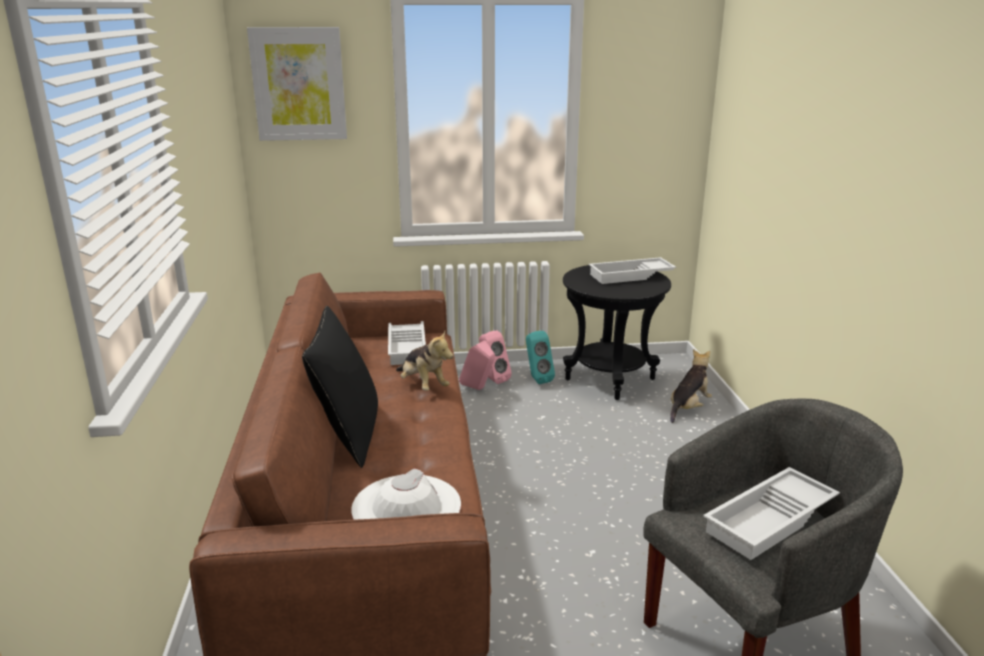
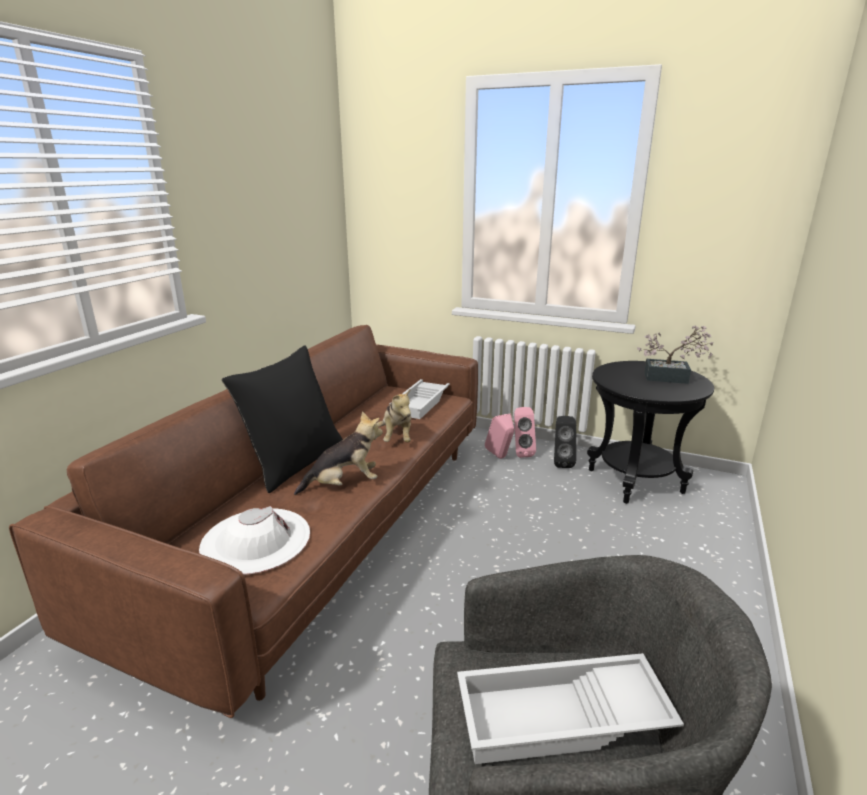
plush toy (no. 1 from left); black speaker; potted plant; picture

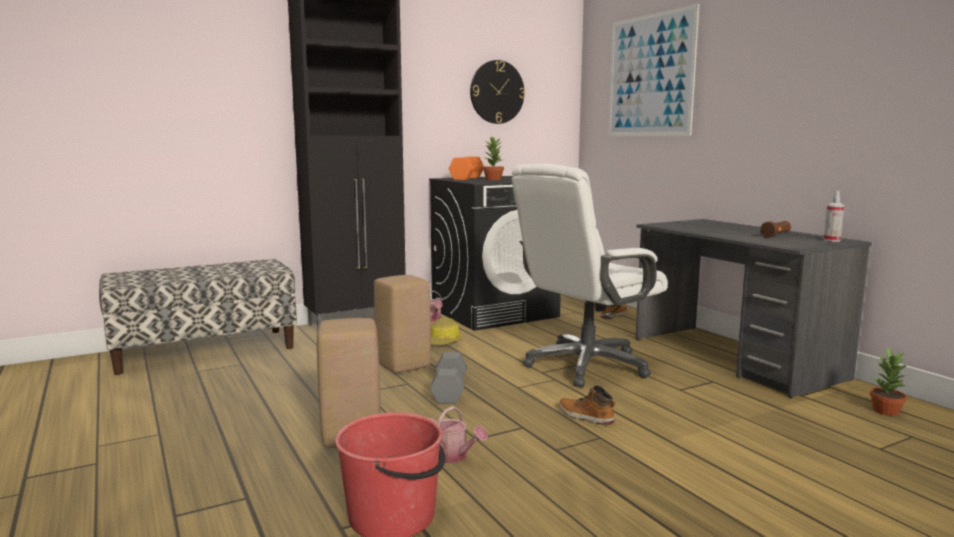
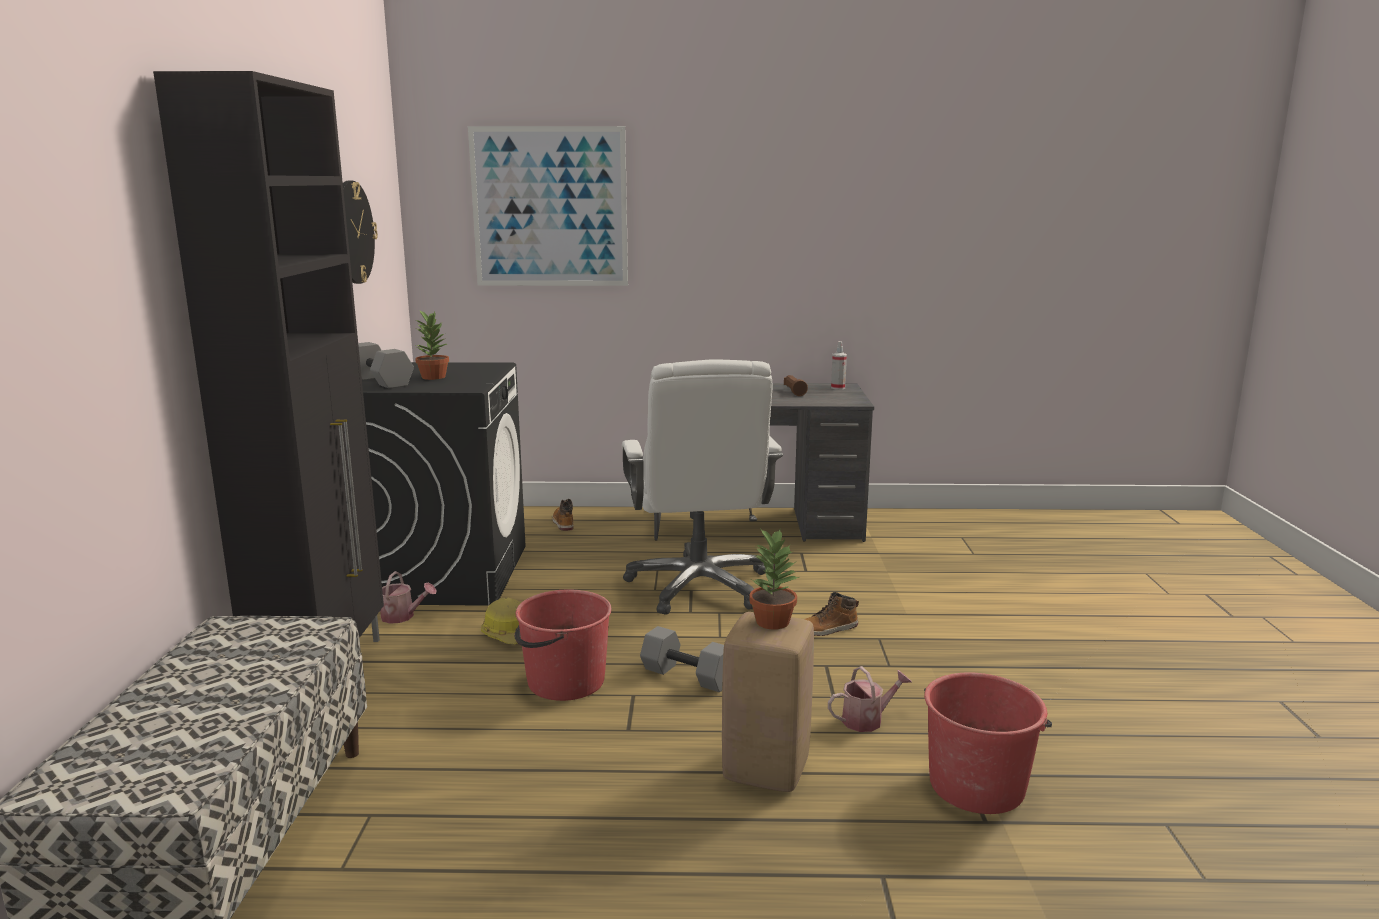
grey dumbbell (no. 1 from left); red bucket (no. 1 from left); potted plant (no. 2 from left)

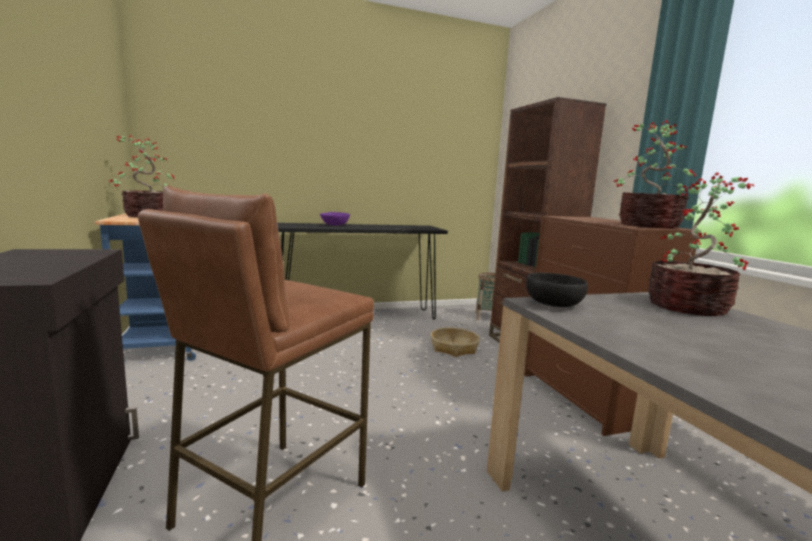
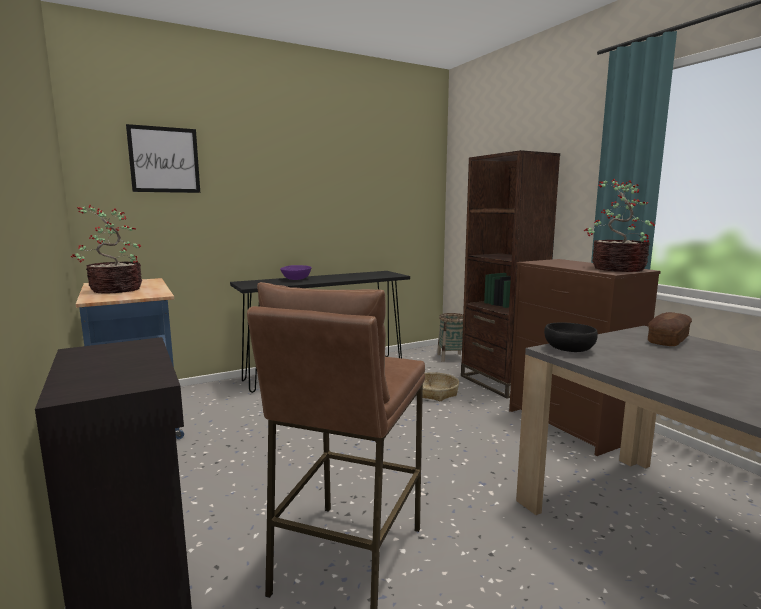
picture; bread

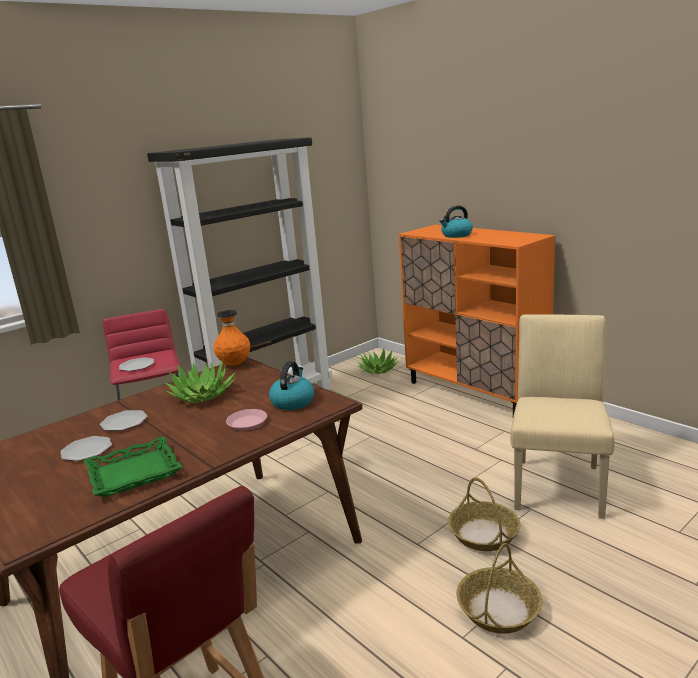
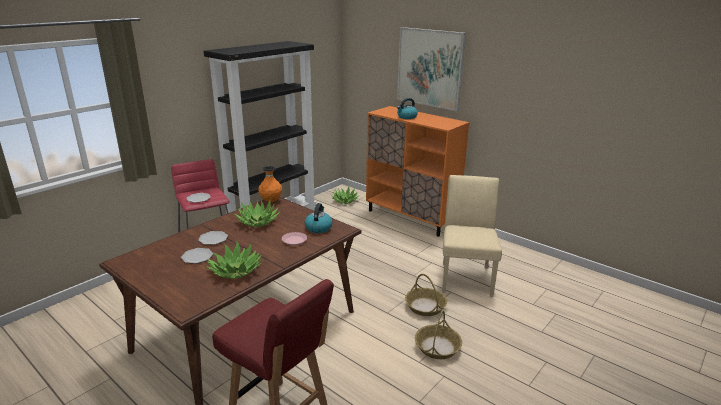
potted plant (no. 1 from left); picture

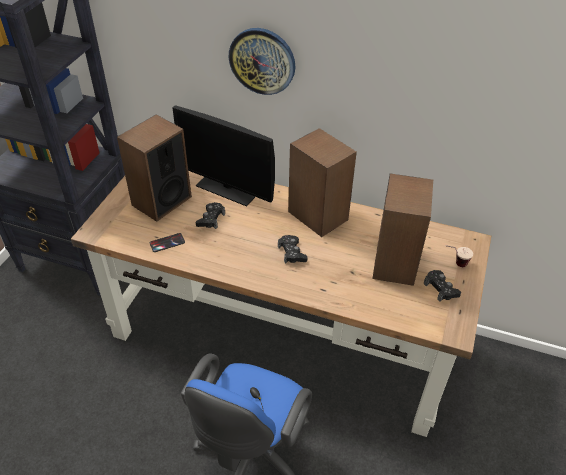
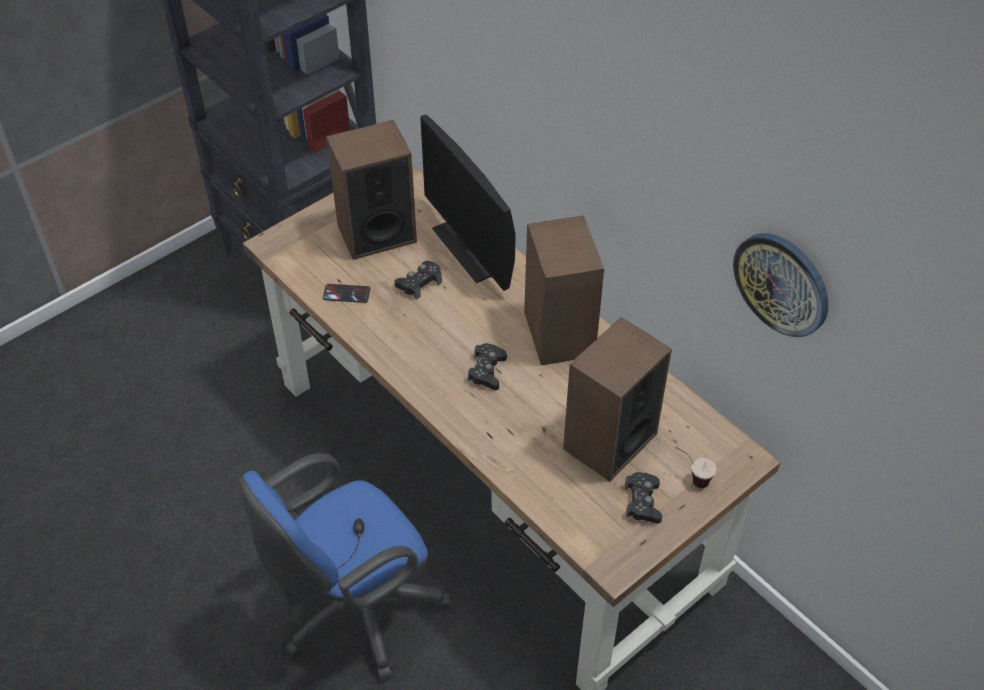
wall clock

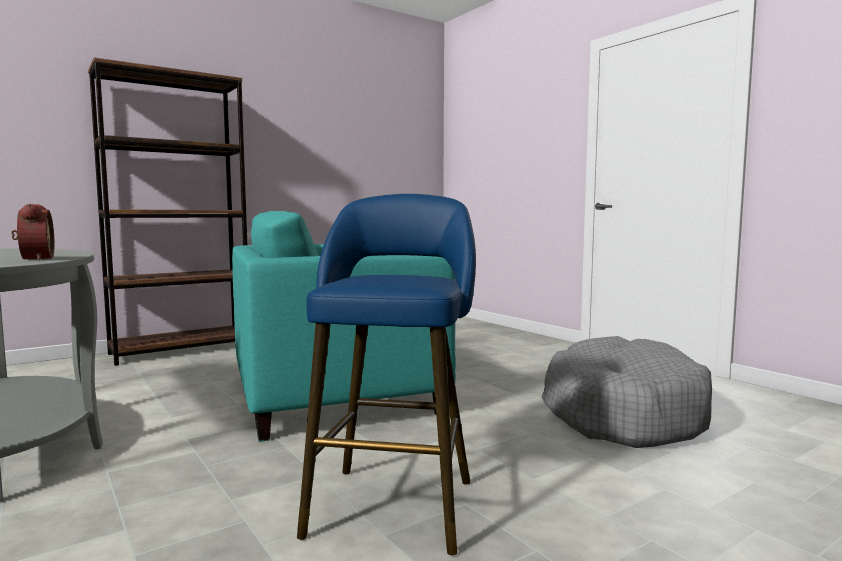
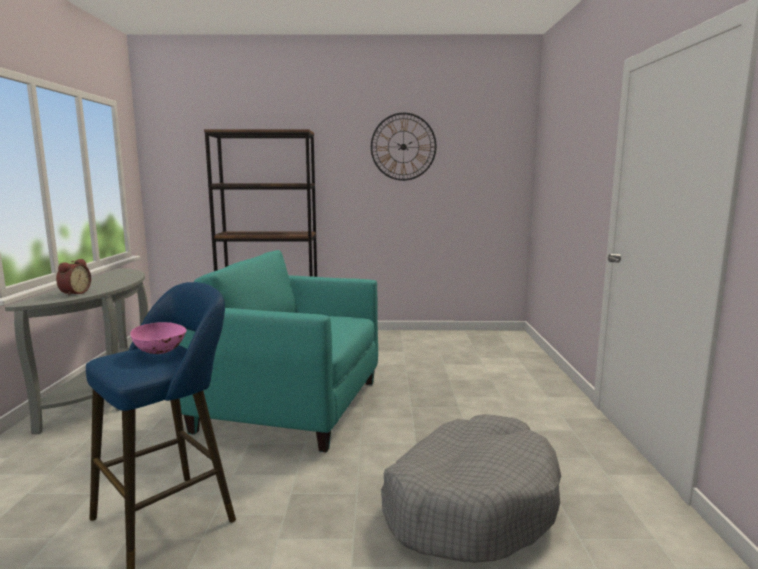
pink bowl; wall clock

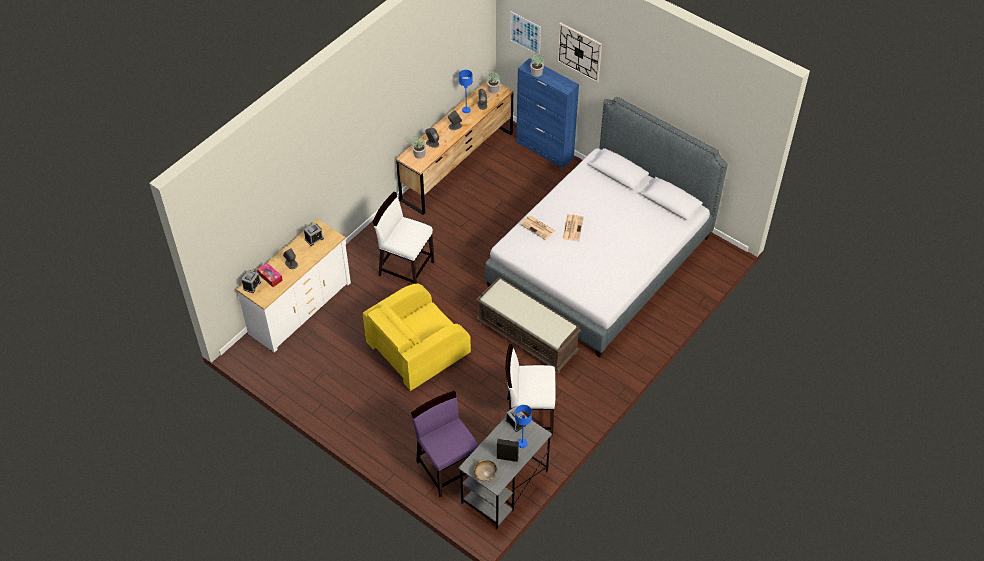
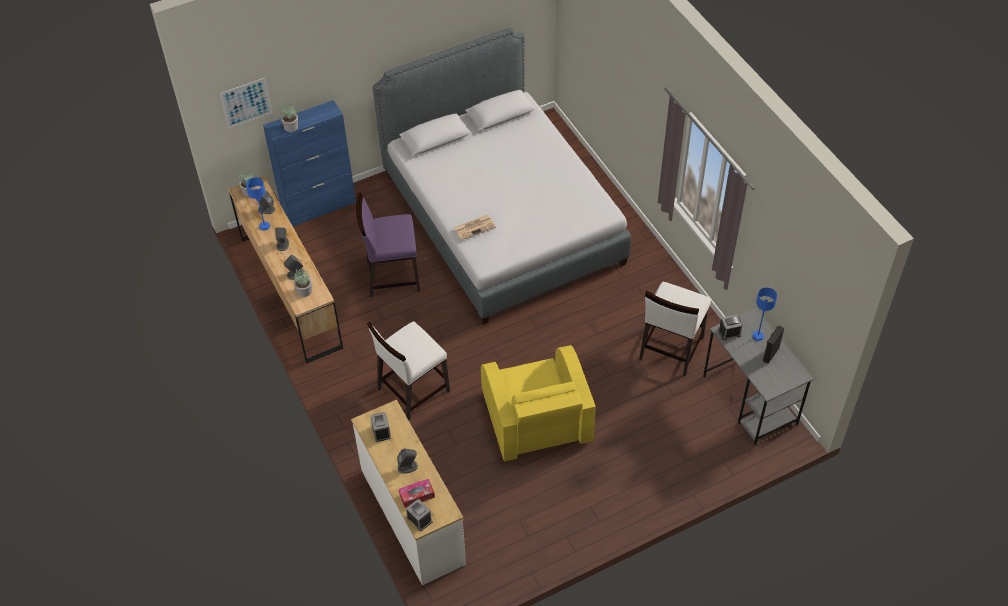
purple chair; beige bowl; brown bench; wall clock; newspaper (no. 2 from left in the first image)

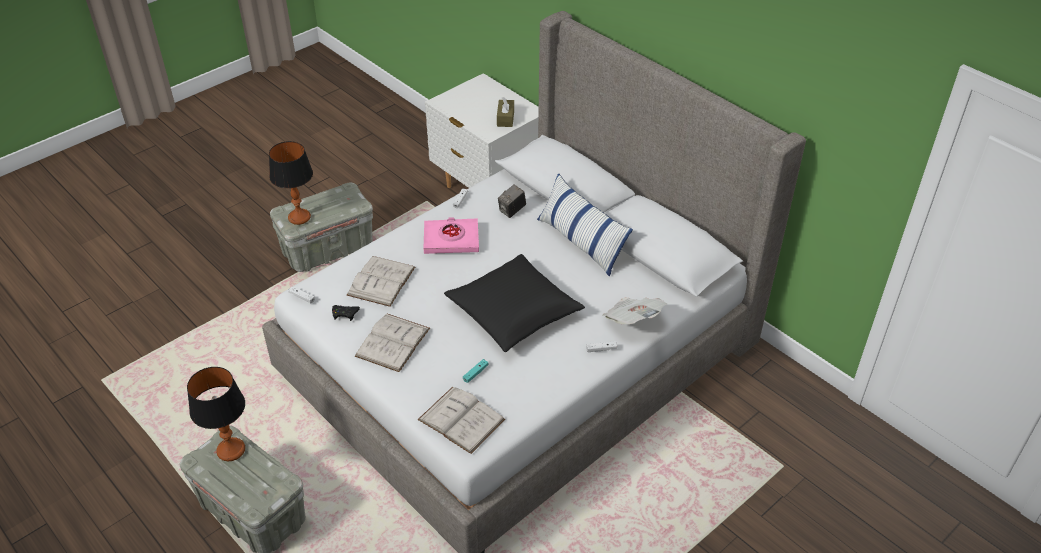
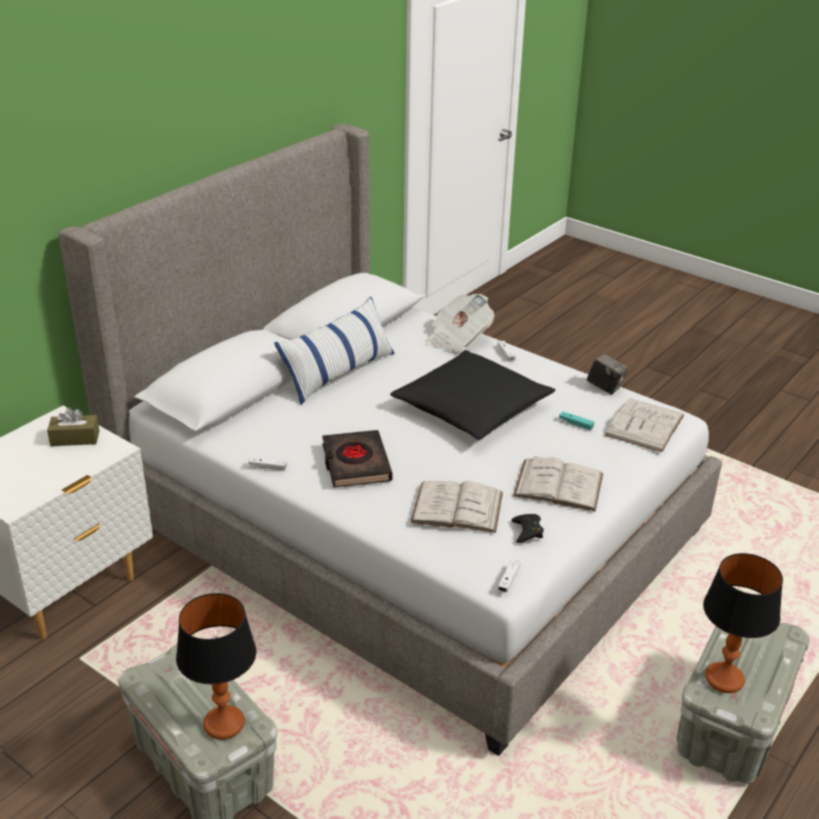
black book; photo camera

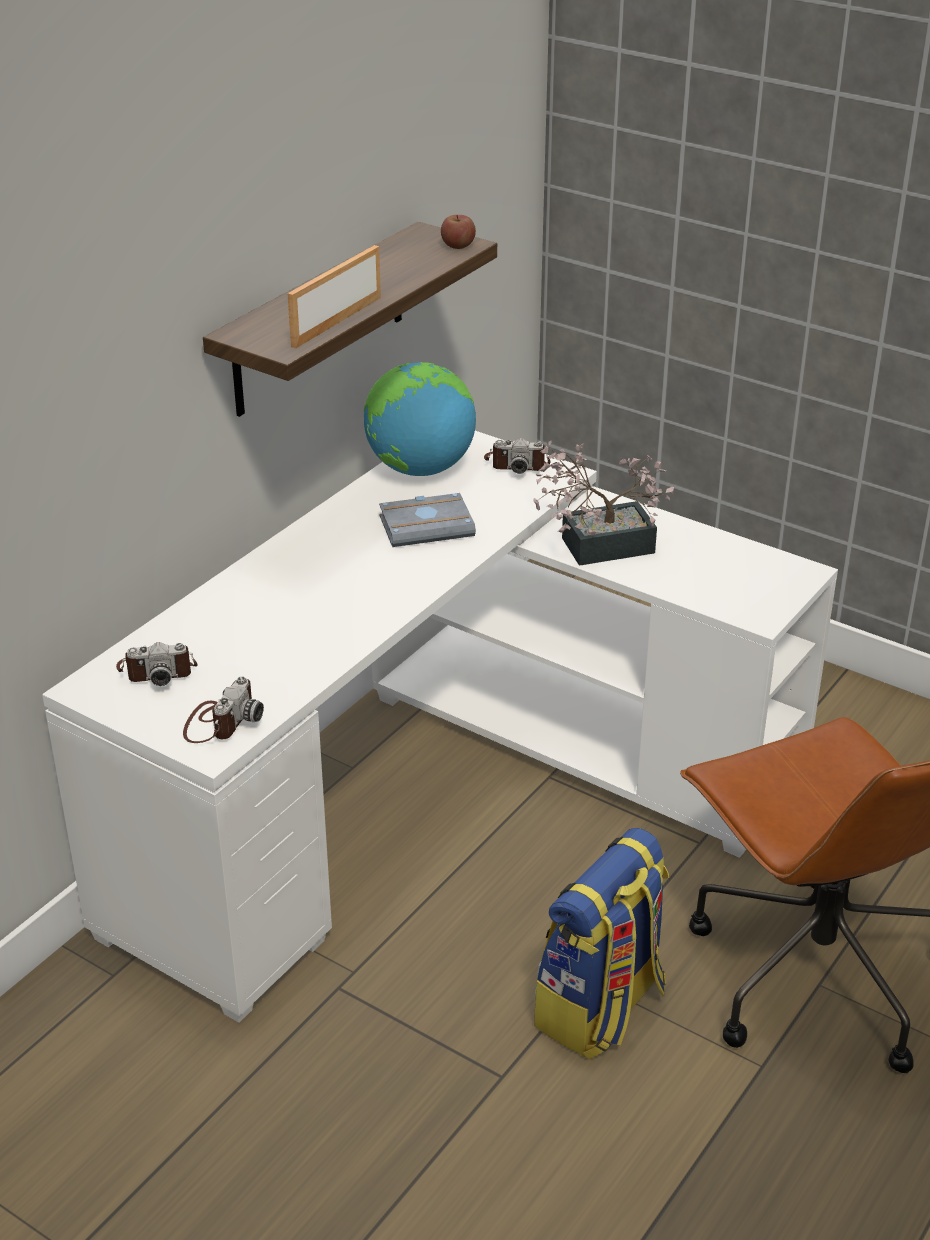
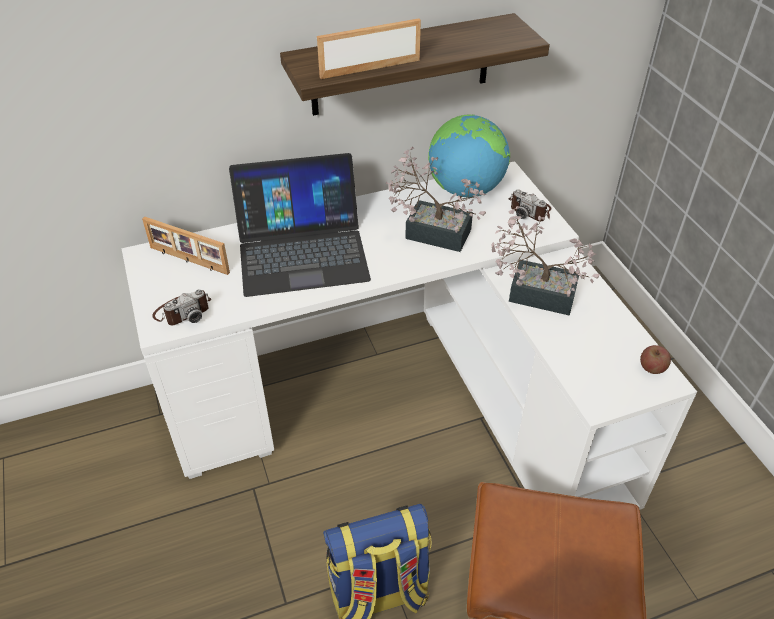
picture frame (no. 1 from left); laptop; potted plant (no. 1 from left); apple

